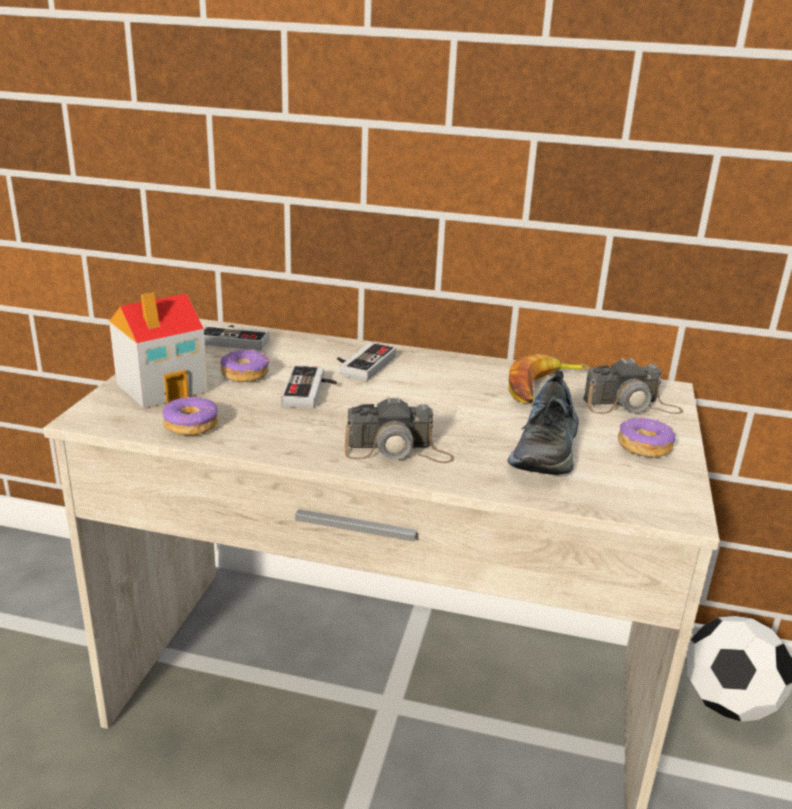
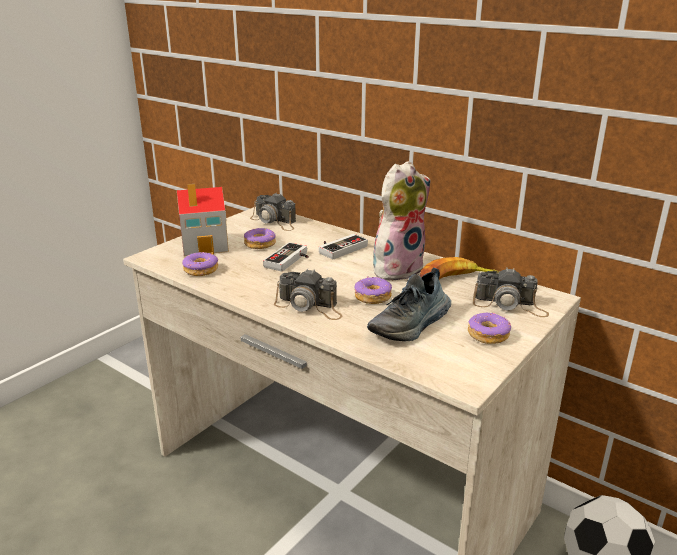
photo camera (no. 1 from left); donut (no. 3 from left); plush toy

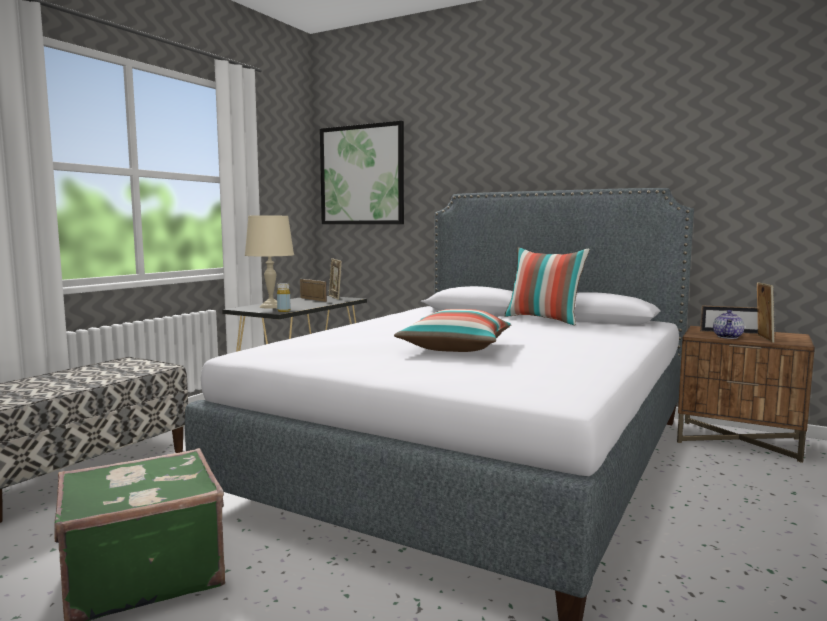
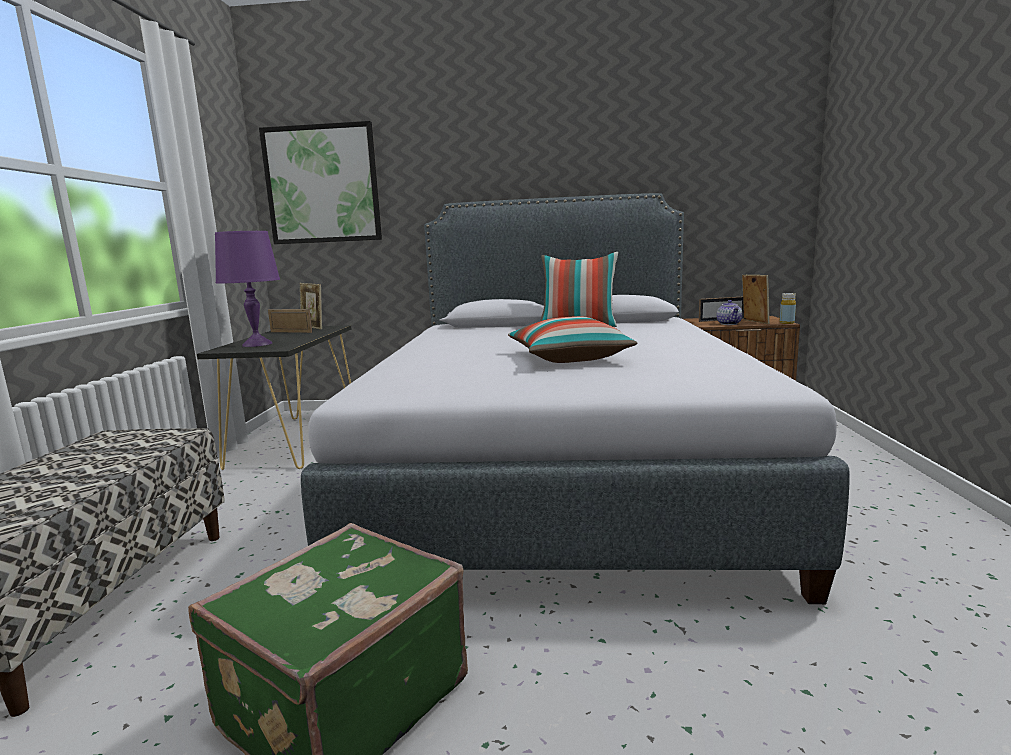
purple table lamp; yellow bottle

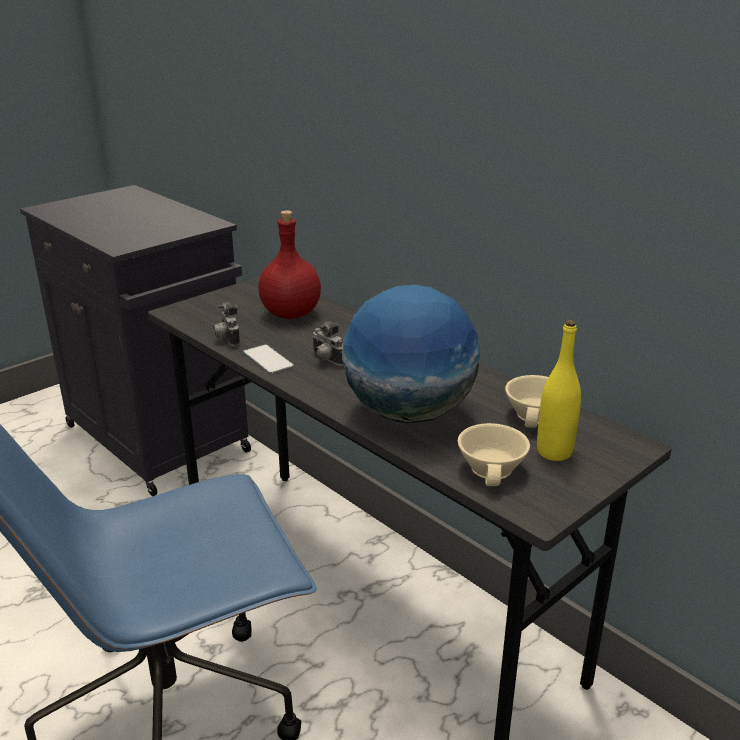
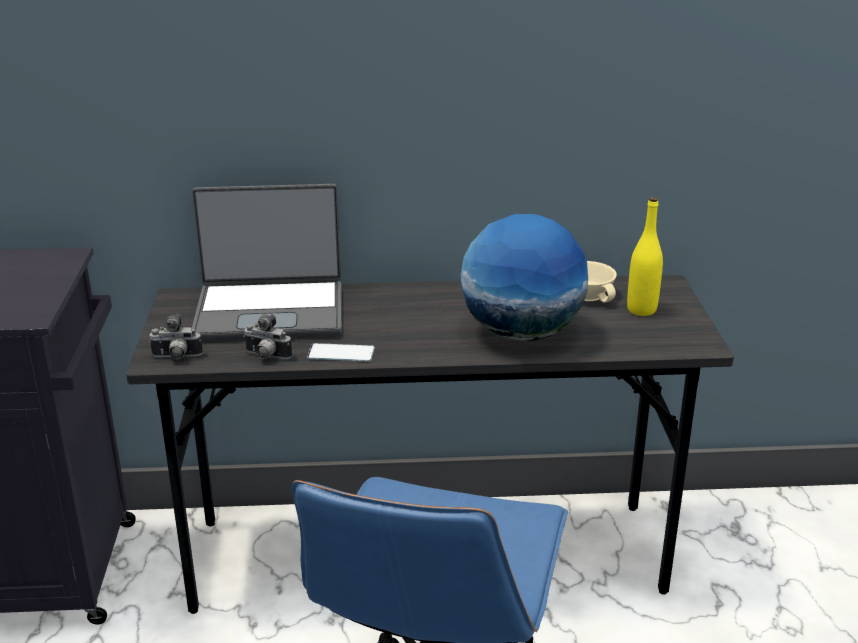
photo camera (no. 1 from left); laptop; beige cup (no. 1 from left in the first image)

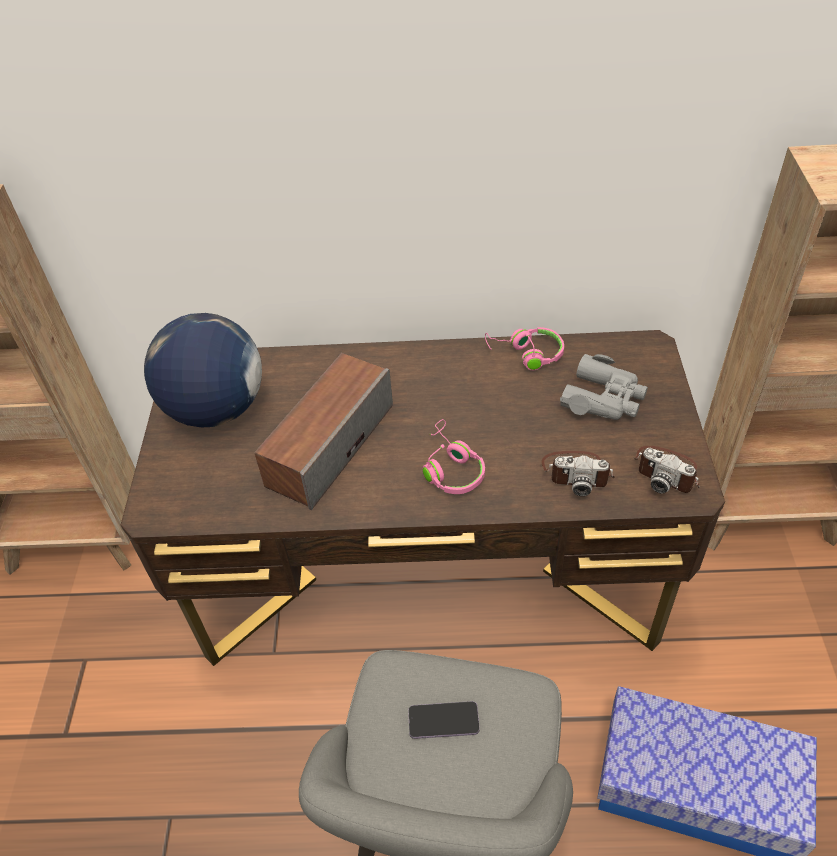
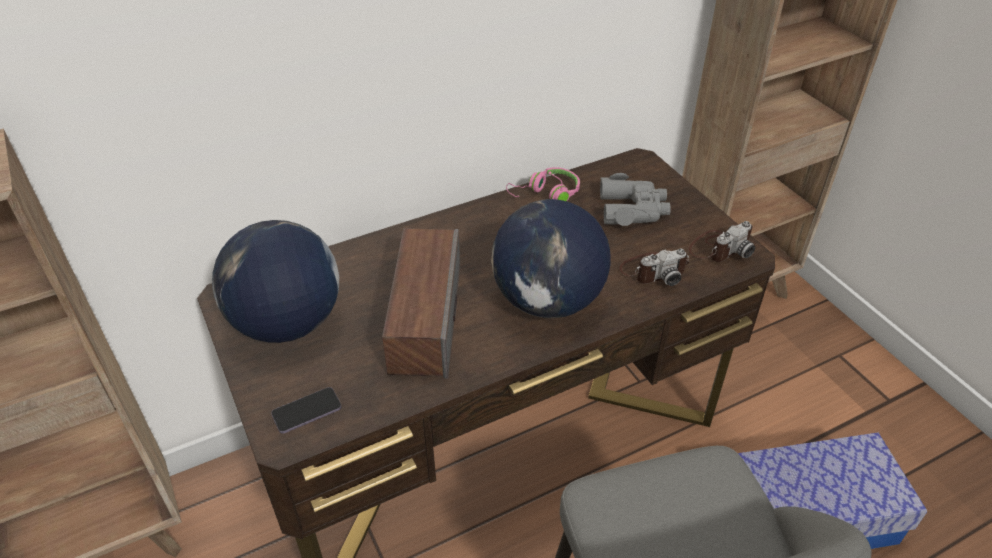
phone; globe (no. 2 from left); photo camera (no. 2 from left)

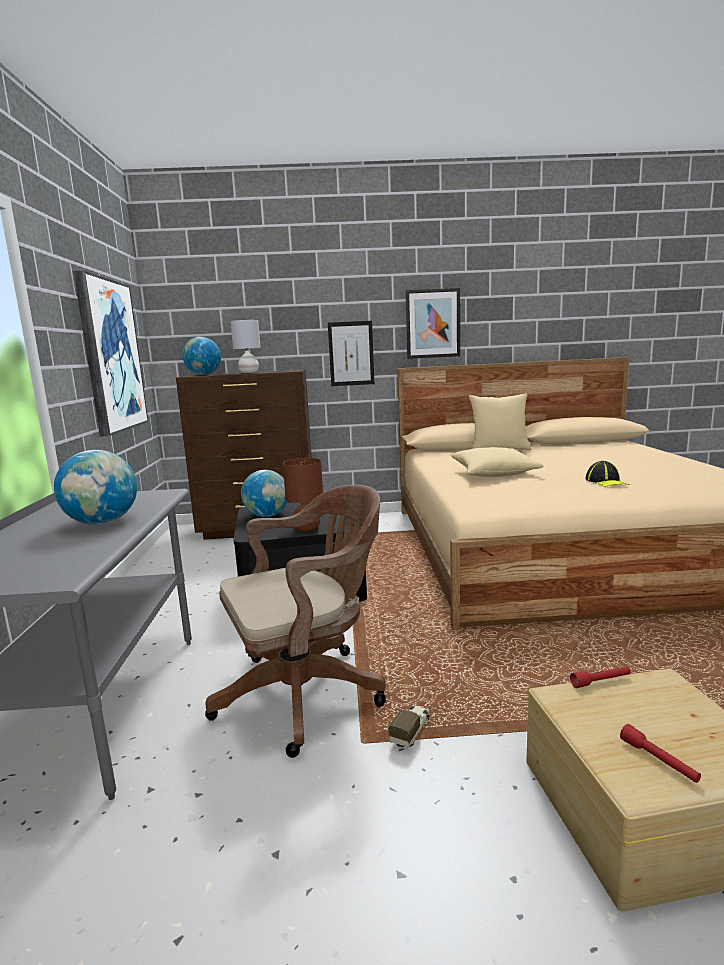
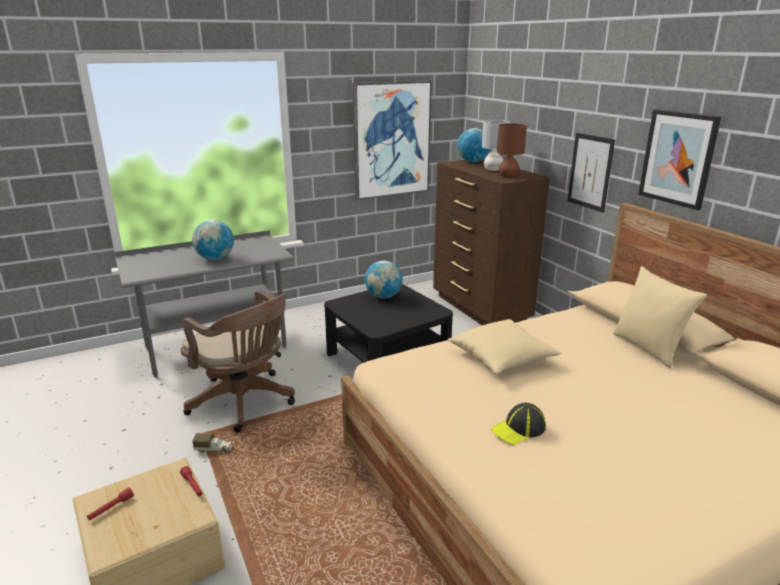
brown table lamp

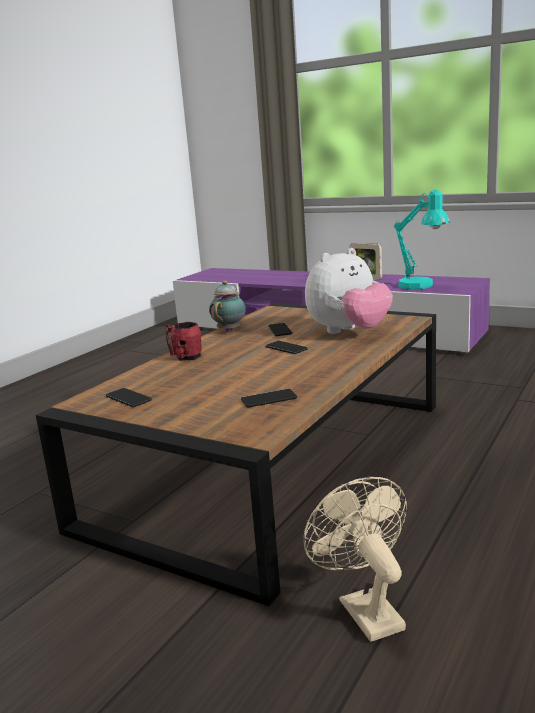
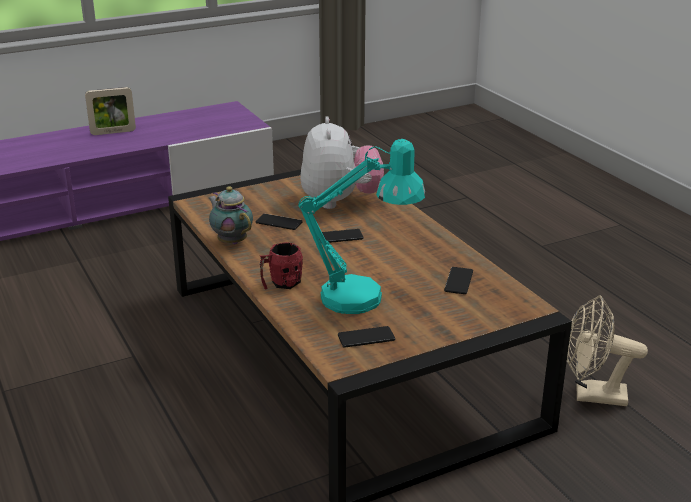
turquoise table lamp

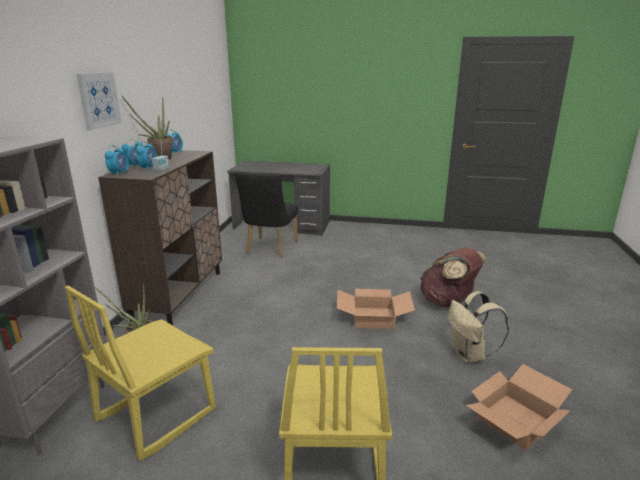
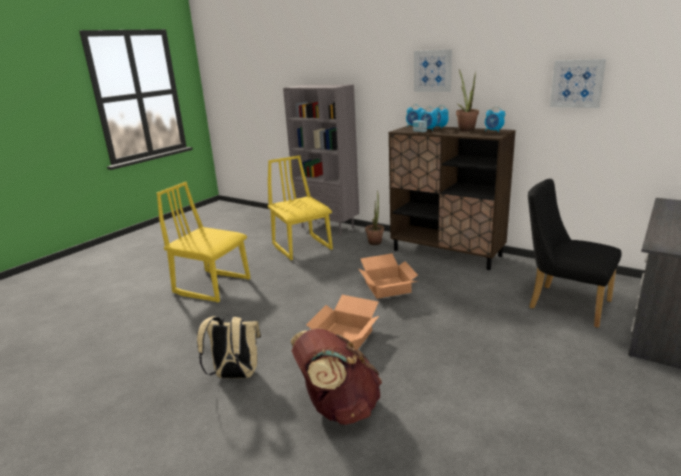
cardboard box (no. 2 from left); picture (no. 2 from left)

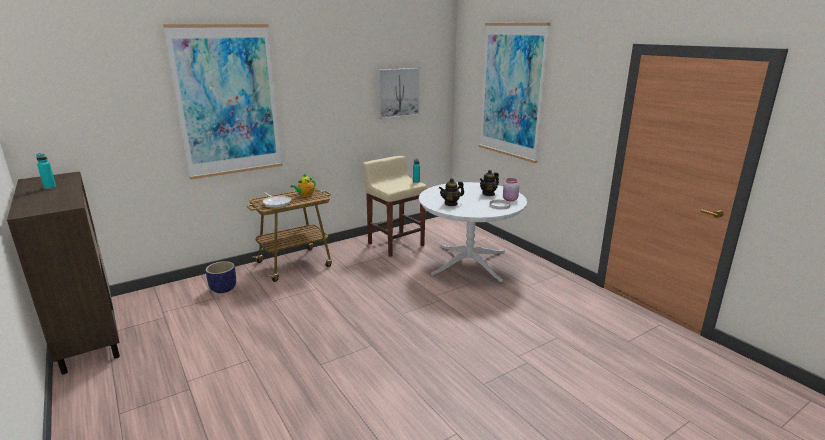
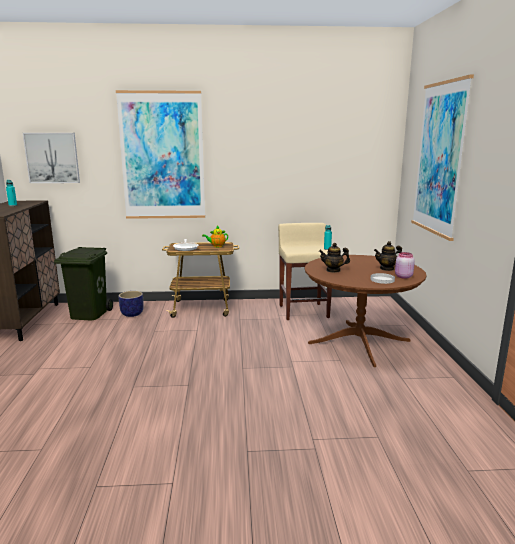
picture (no. 1 from left); green trash can; brown dining table

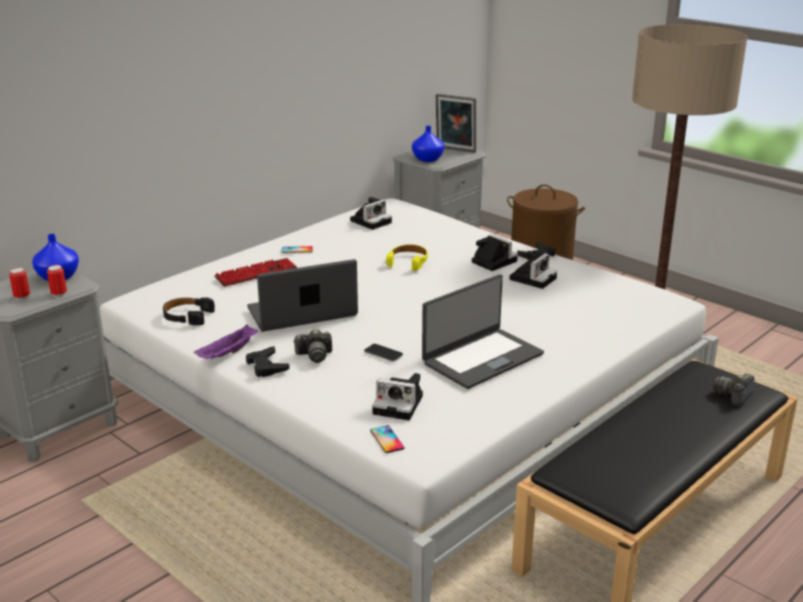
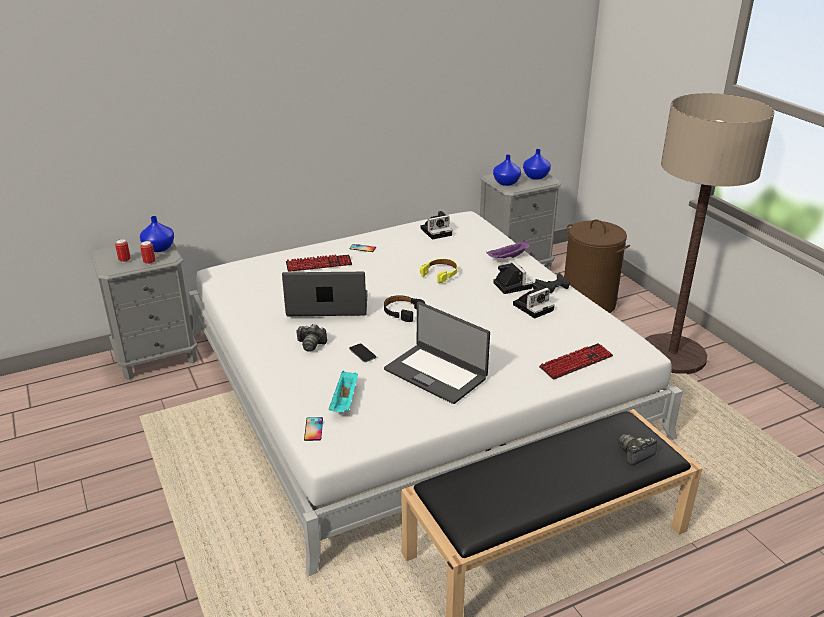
turquoise tray; black headphones; laptop (no. 2 from left); purple tray; blue vase (no. 3 from left); keyboard (no. 2 from left); black game controller (no. 1 from left in the first image)

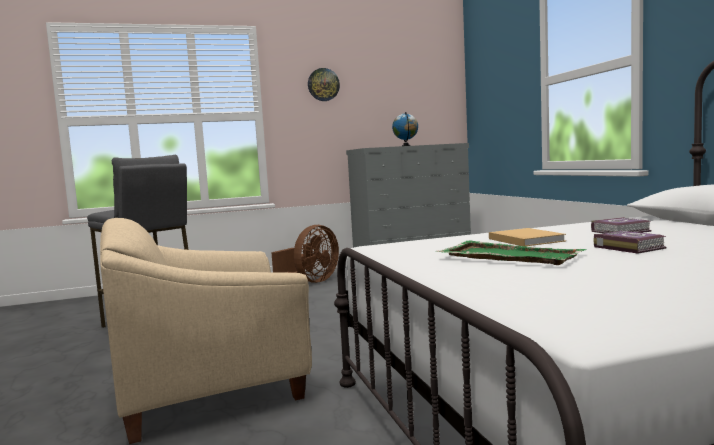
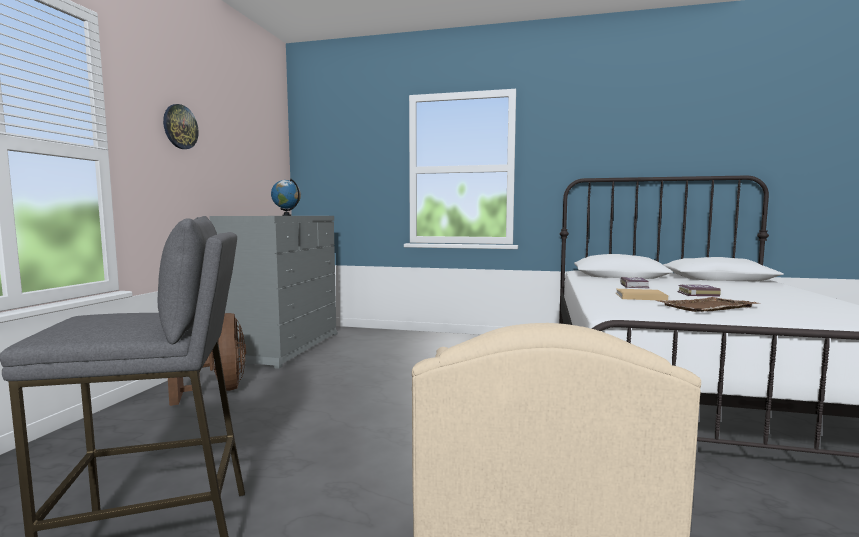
brown tray

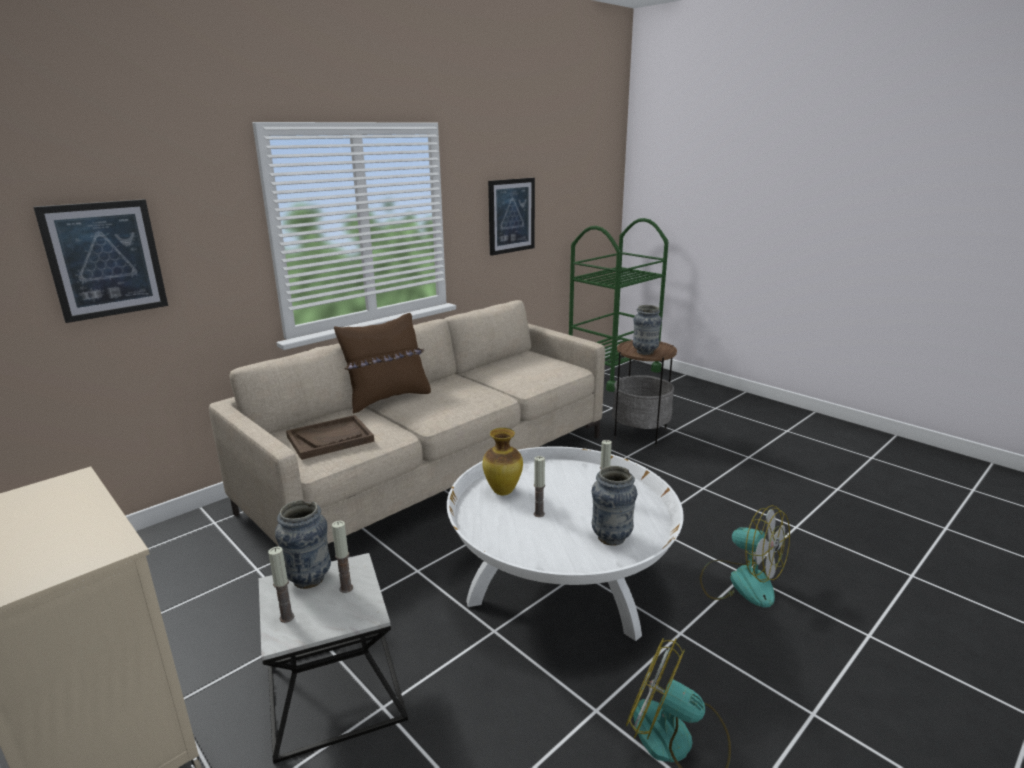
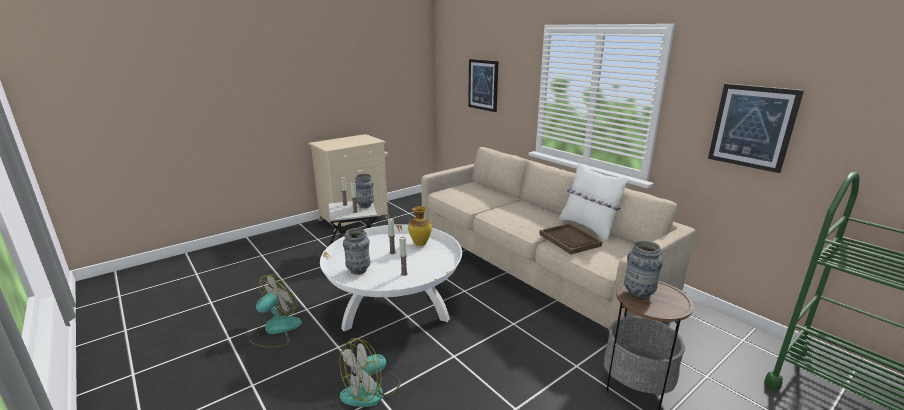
brown tray; white pillow; brown pillow

